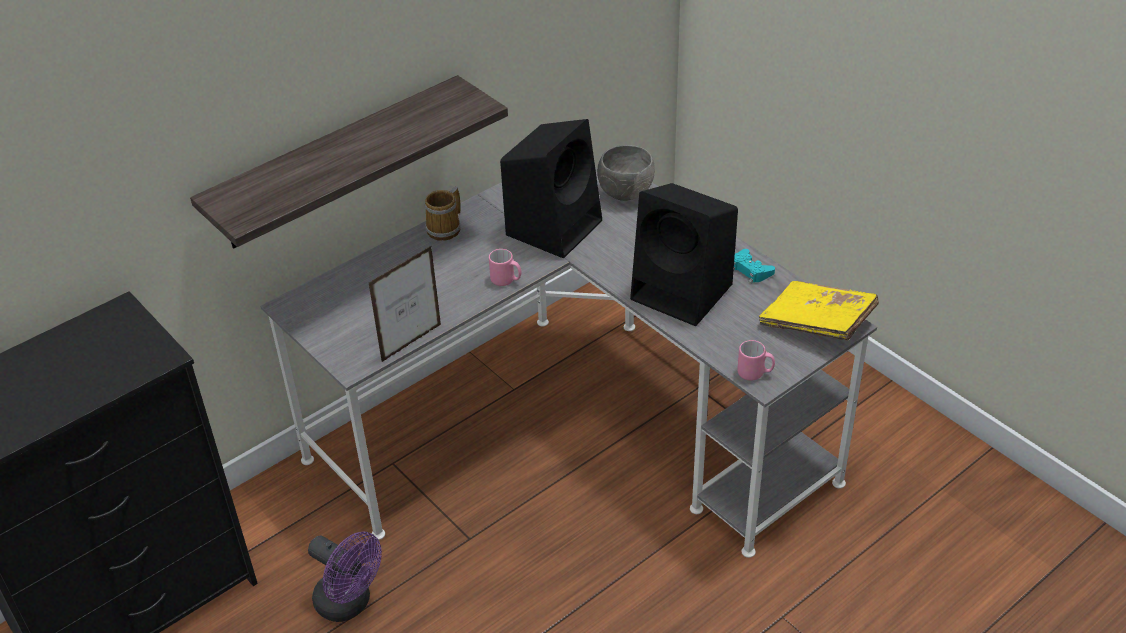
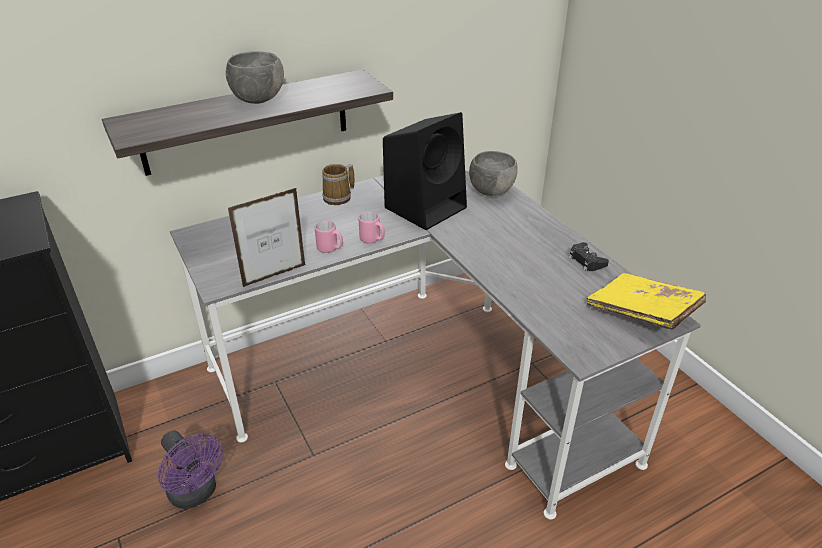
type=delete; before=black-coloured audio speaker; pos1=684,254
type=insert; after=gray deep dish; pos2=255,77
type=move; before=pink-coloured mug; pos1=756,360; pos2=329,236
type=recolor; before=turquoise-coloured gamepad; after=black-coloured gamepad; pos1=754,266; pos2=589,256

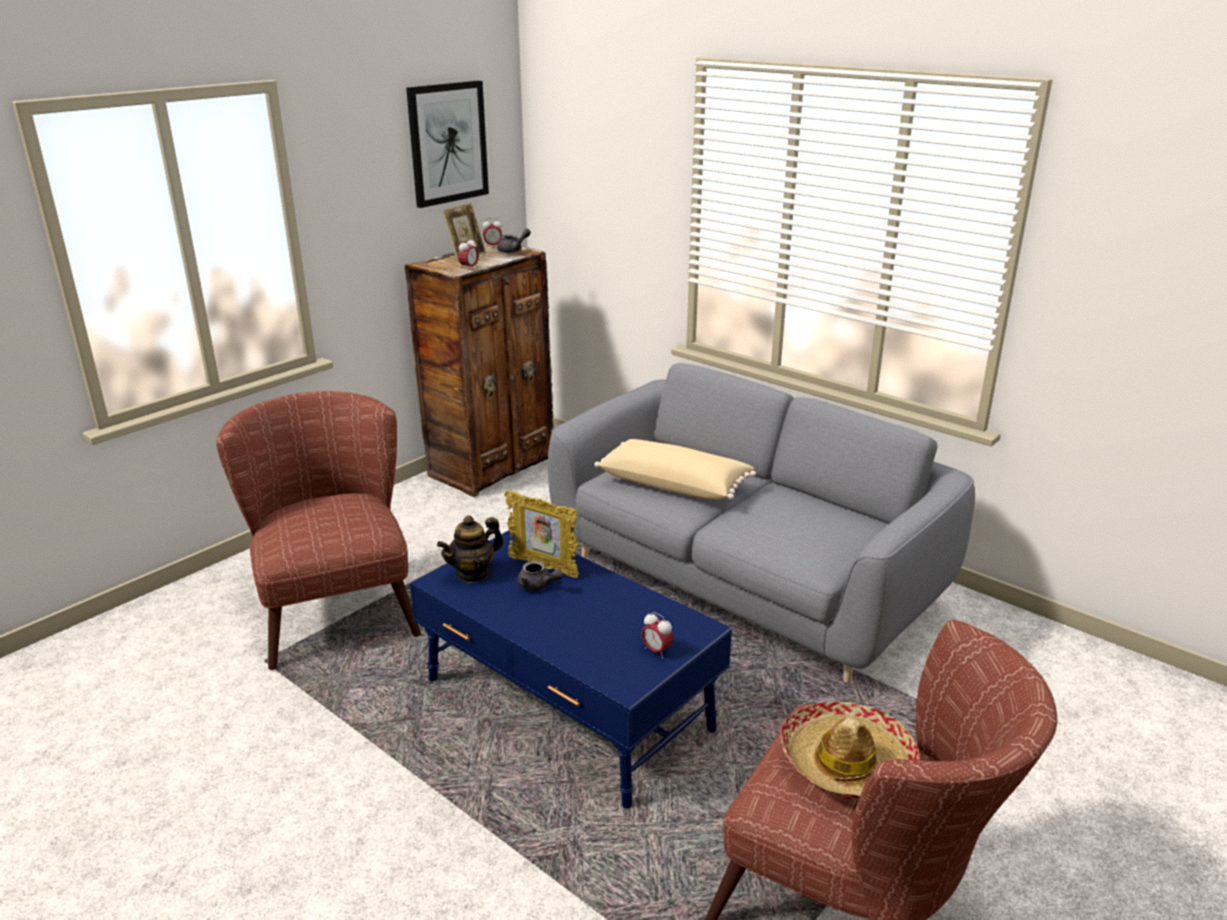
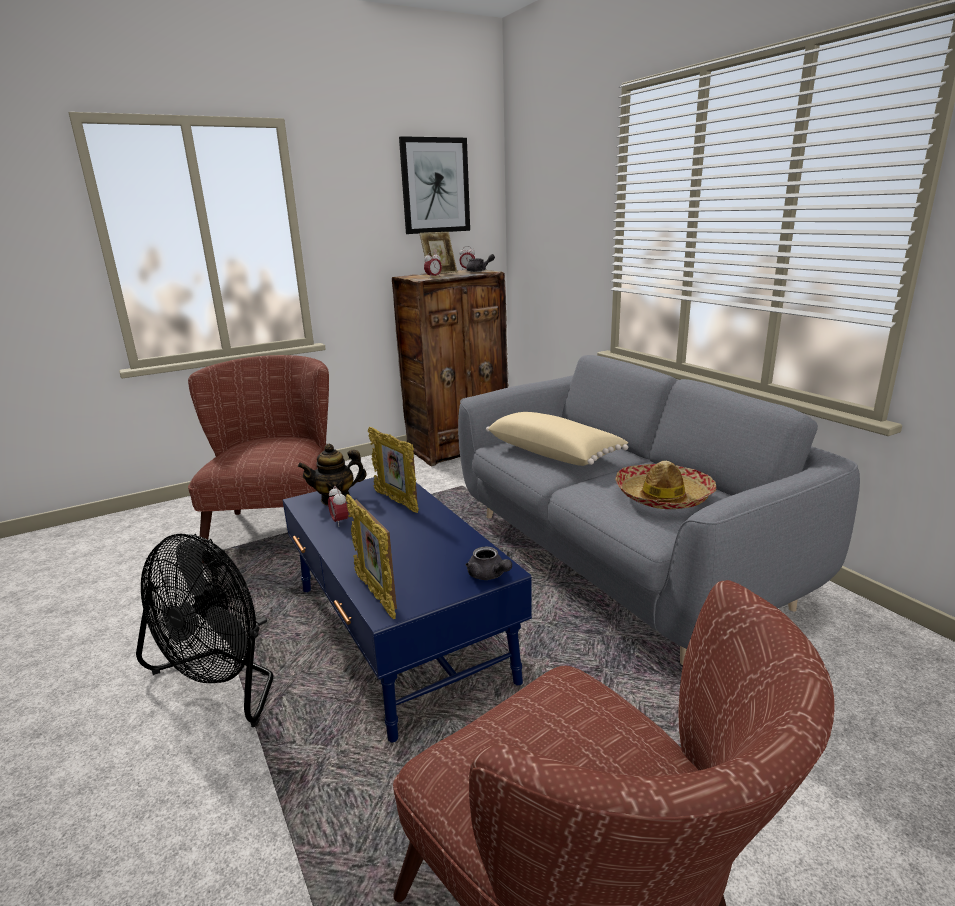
type=insert; after=black-coloured electric fan; pos2=204,630
type=insert; after=standing frame; pos2=371,556
type=move; before=gray teapot; pos1=540,576; pos2=489,563
type=move; before=bedside clock; pos1=657,635; pos2=338,506
type=move; before=clothing hat; pos1=850,751; pos2=666,485

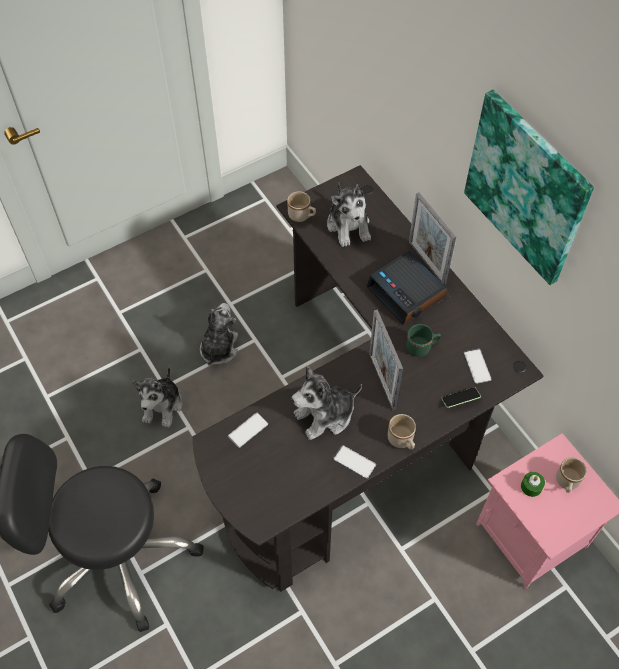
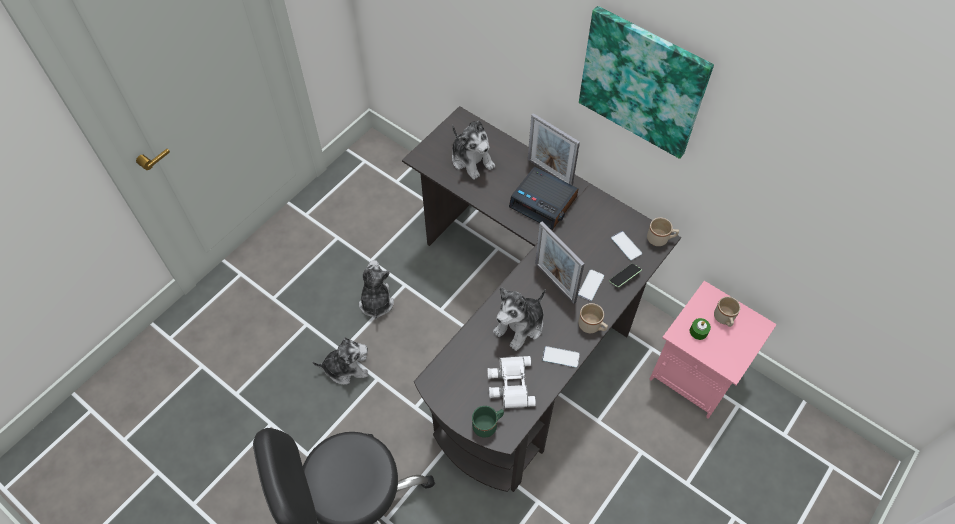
type=insert; after=white-coloured field glasses; pos2=511,382
type=move; before=telephone; pos1=248,430; pos2=591,285
type=move; before=beige mug; pos1=301,206; pos2=663,231
type=move; before=green-coloured mug; pos1=423,340; pos2=488,422
type=rotate; before=soft toy; pos1=157,397; pos2=340,361; turn=-90

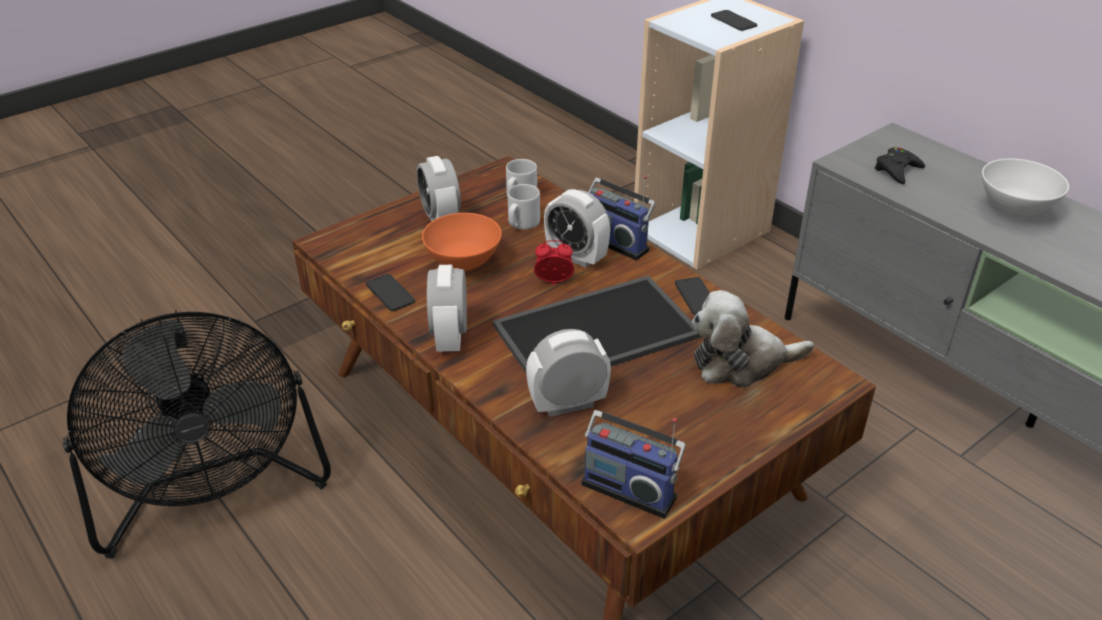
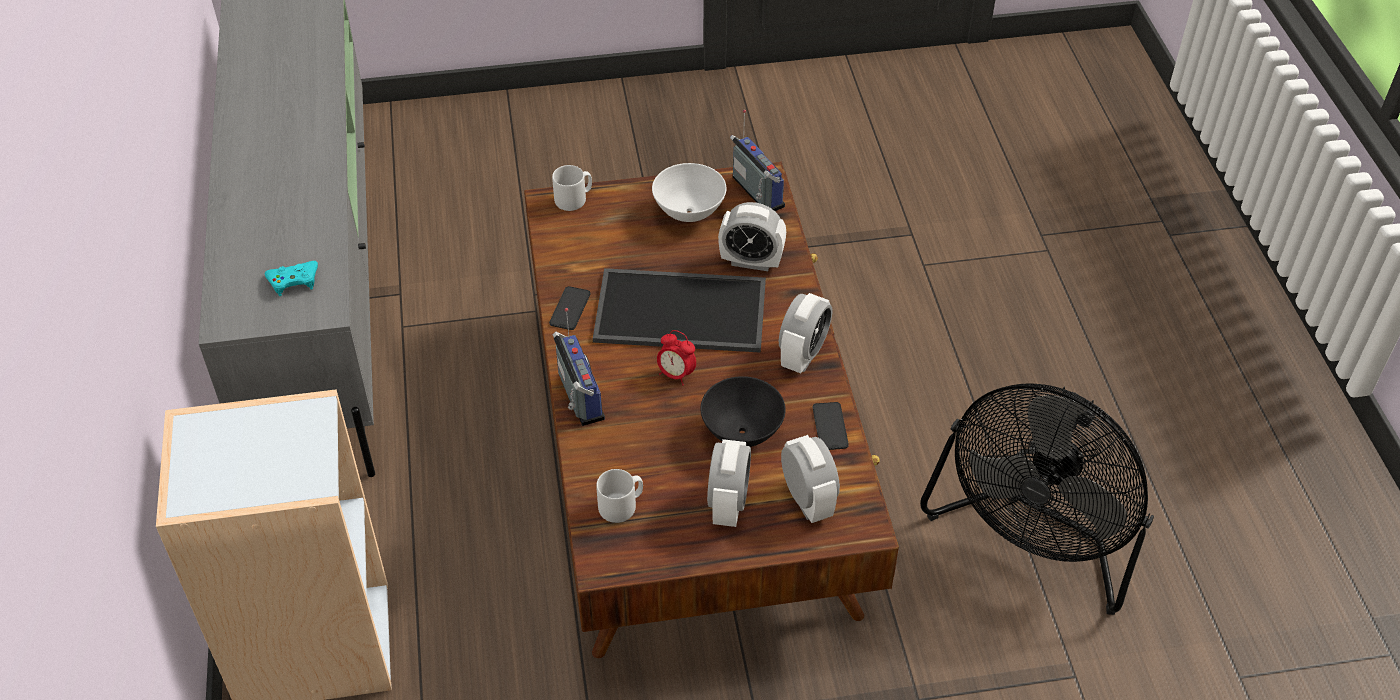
type=delete; before=soft toy; pos1=753,339
type=delete; before=telephone; pos1=734,20
type=move; before=gray mug; pos1=524,207; pos2=572,188
type=move; before=bedside clock; pos1=577,228; pos2=810,479
type=move; before=white-coloured deep dish; pos1=1025,188; pos2=689,192
type=recolor; before=orange deep dish; after=black-coloured deep dish; pos1=462,242; pos2=743,411
type=recolor; before=black-coloured gamepad; after=turquoise-coloured gamepad; pos1=899,165; pos2=291,278
type=rotate; before=black-coloured electric fan; pos1=197,434; pos2=1037,499; turn=-150

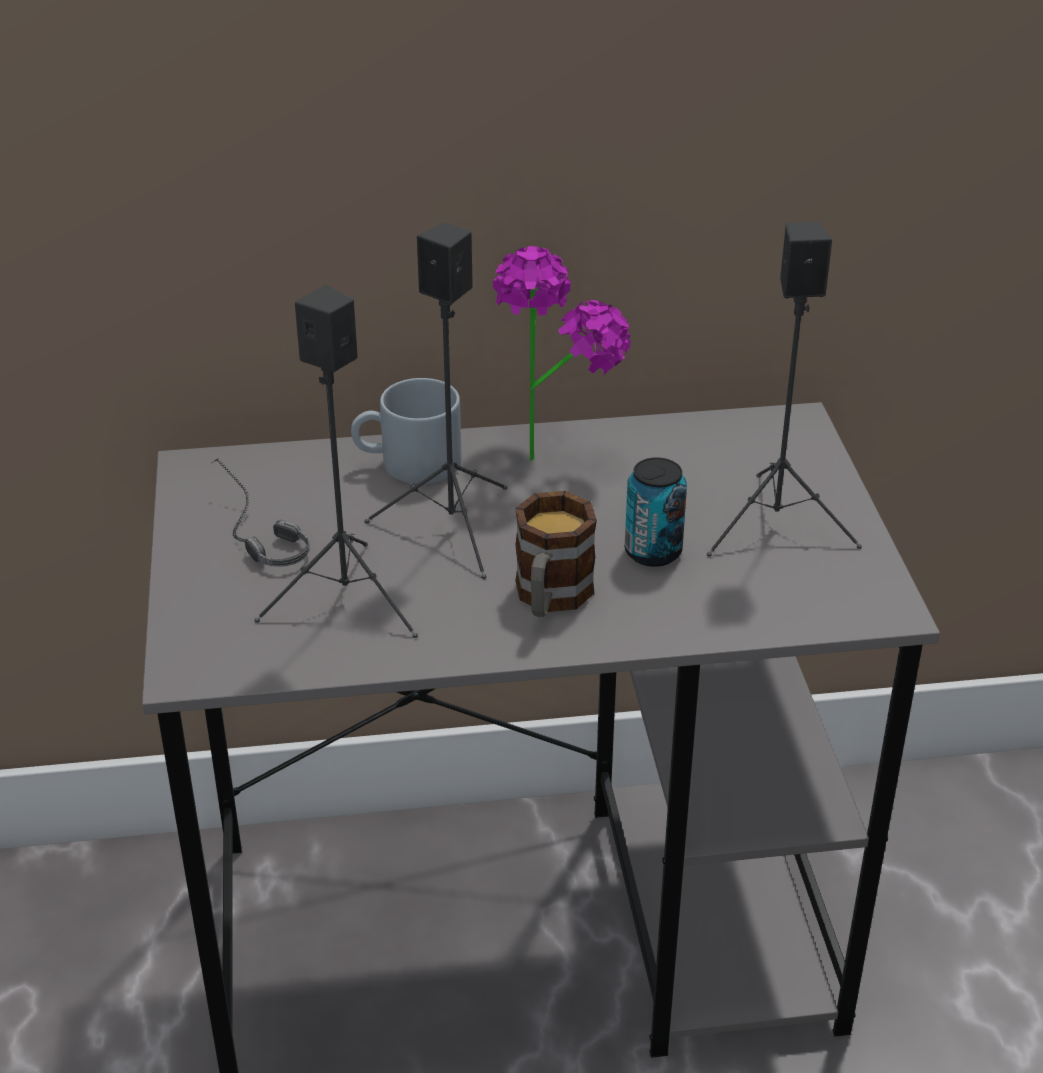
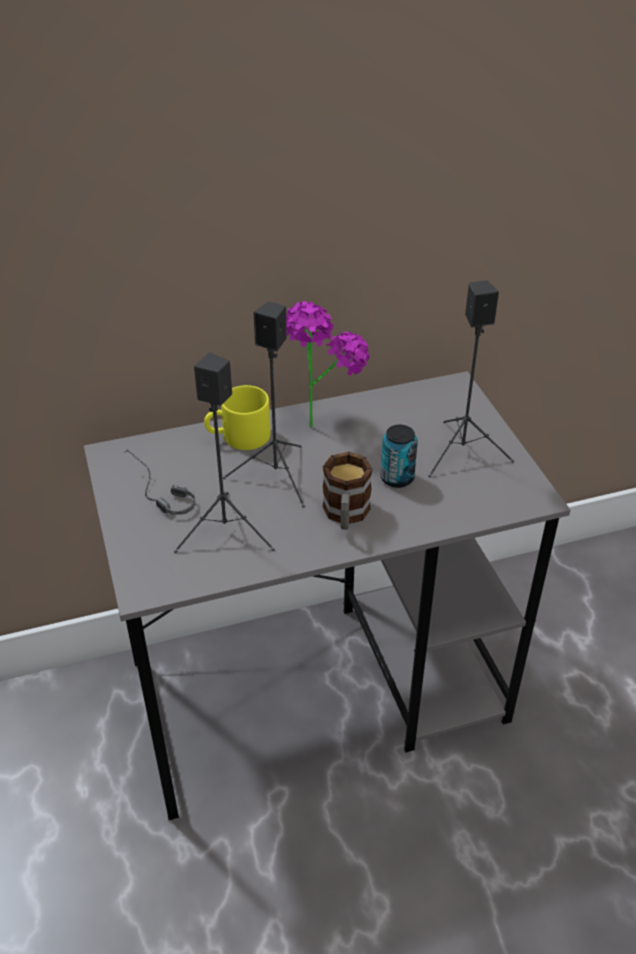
type=recolor; before=gray mug; after=yellow-coloured mug; pos1=406,431; pos2=237,417

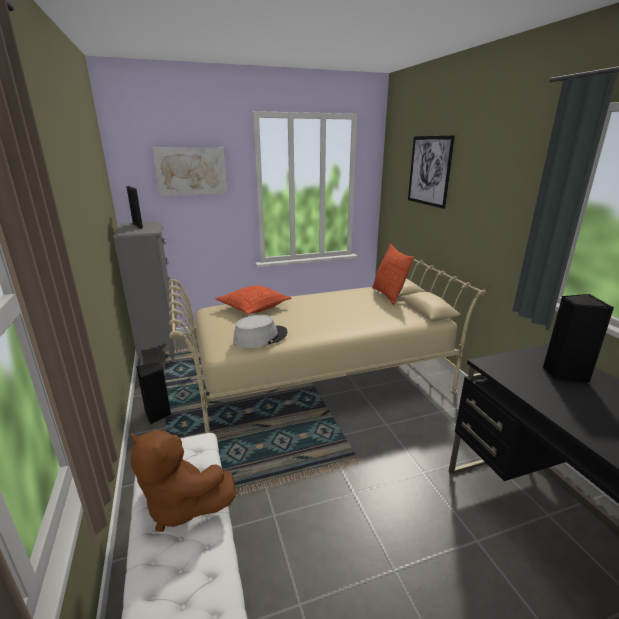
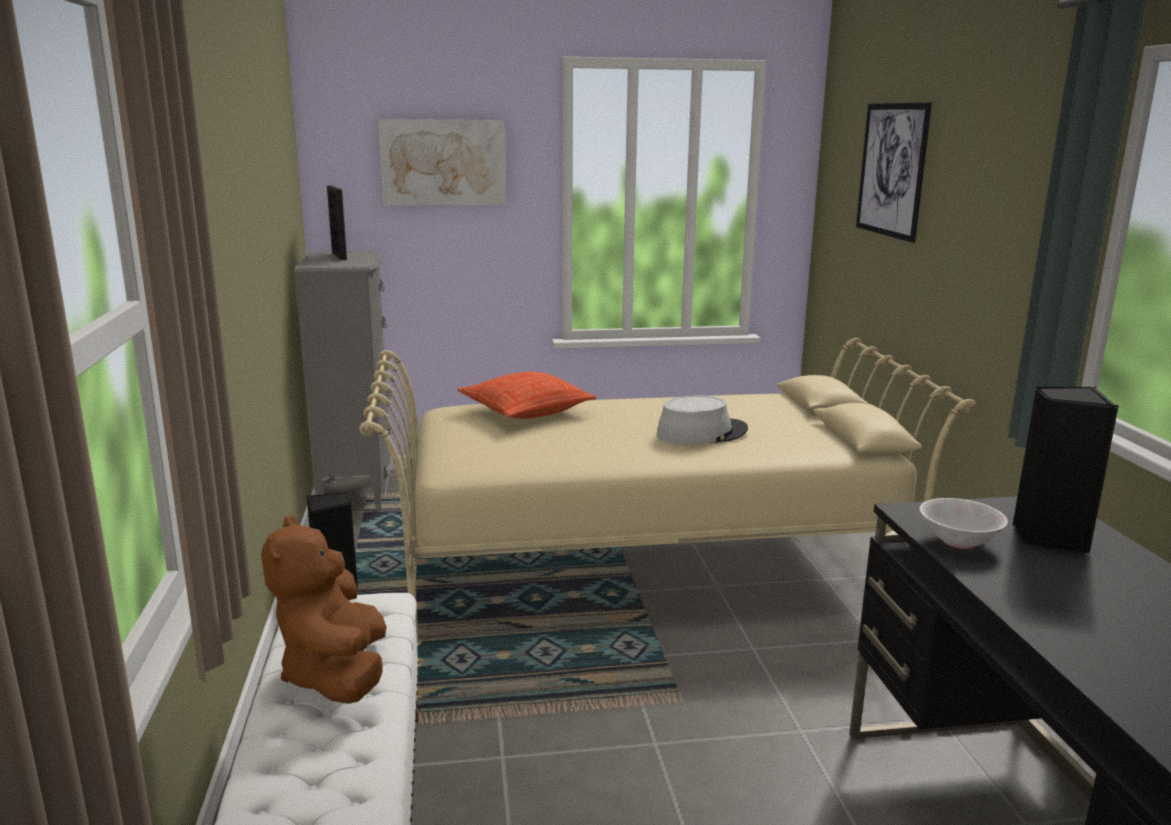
type=delete; before=orange throw pillow; pos1=393,274
type=insert; after=white-coloured deep dish; pos2=964,523
type=move; before=gray clothing hat; pos1=260,331; pos2=702,419
type=rotate; before=brown-coloured soft toy; pos1=183,481; pos2=324,609; turn=45

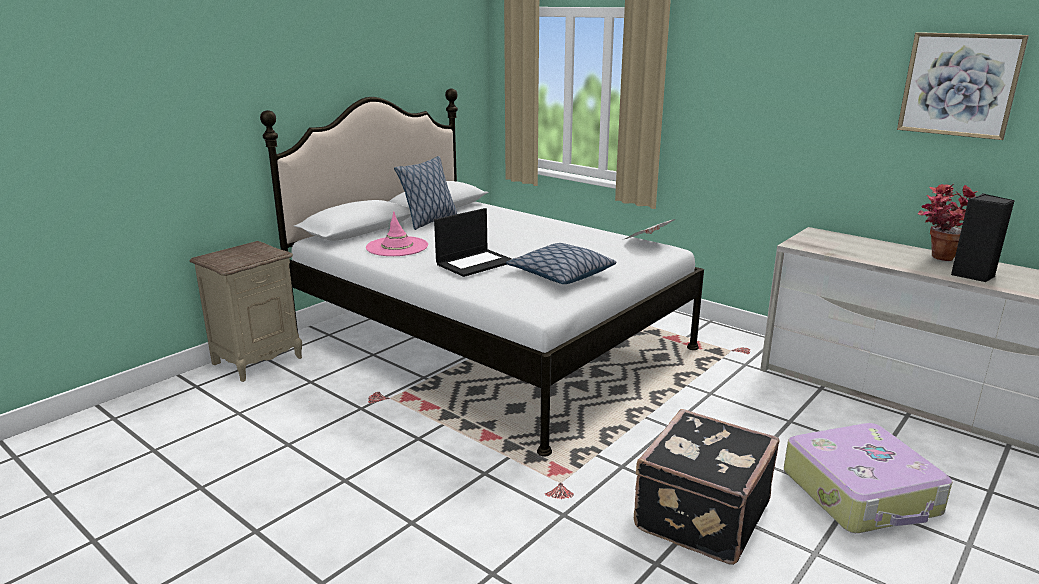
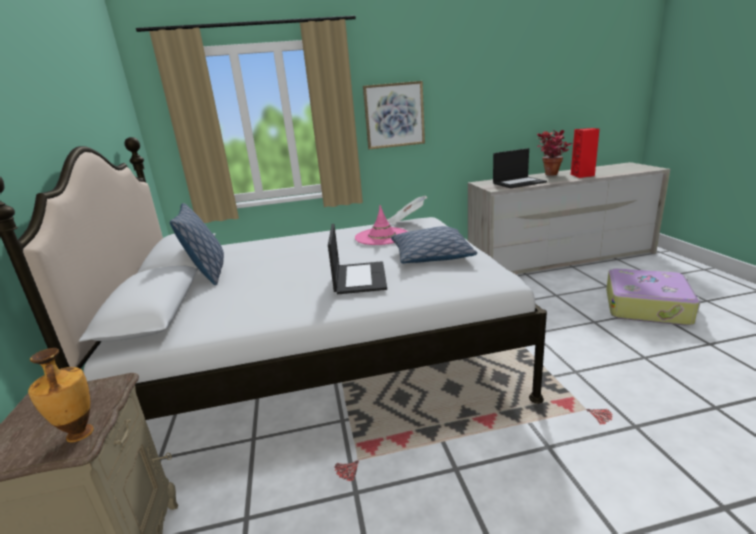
type=delete; before=black-coloured suitcase; pos1=706,487
type=insert; after=decorative vase; pos2=61,395
type=insert; after=laptop; pos2=520,168
type=move; before=pink-coloured clothing hat; pos1=397,233; pos2=381,225
type=move; before=wall art; pos1=963,86; pos2=394,115
type=recolor; before=black-coloured audio speaker; after=reddish audio speaker; pos1=983,237; pos2=585,153

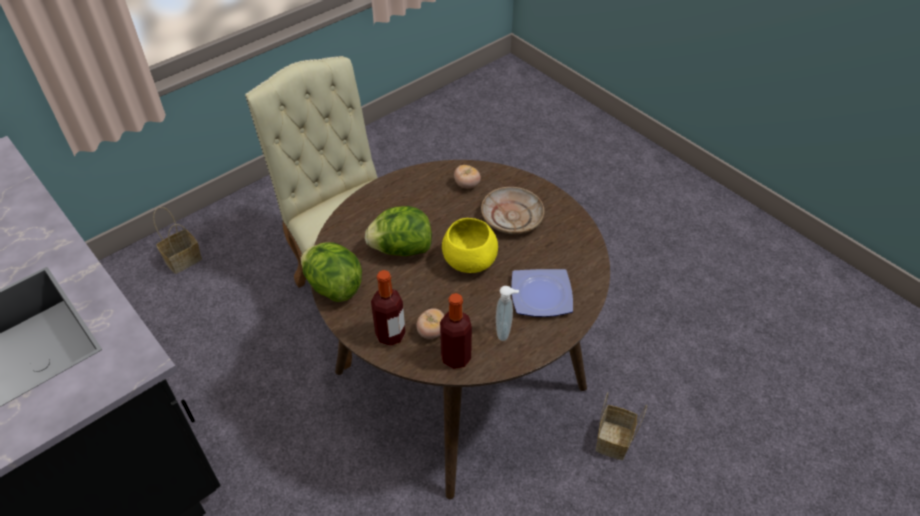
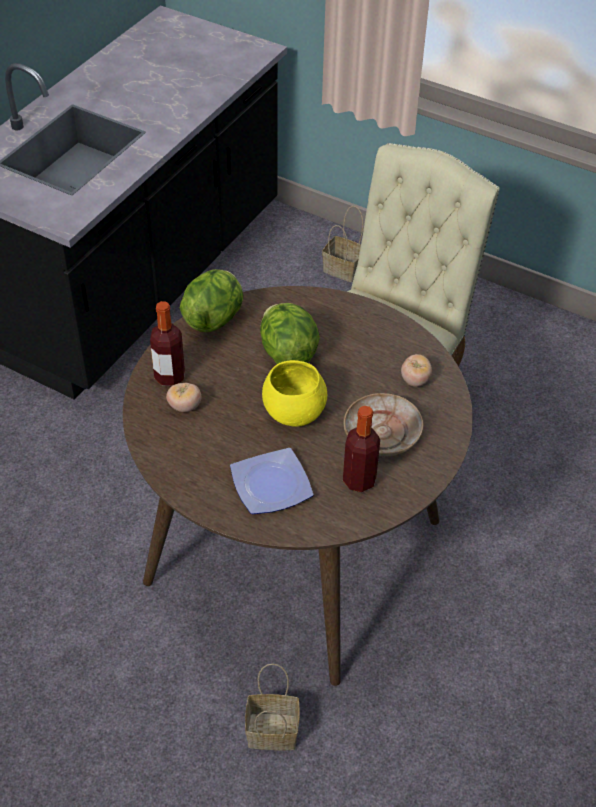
type=delete; before=liquid soap bottle; pos1=507,313
type=move; before=beverage bottle; pos1=456,331; pos2=361,449

